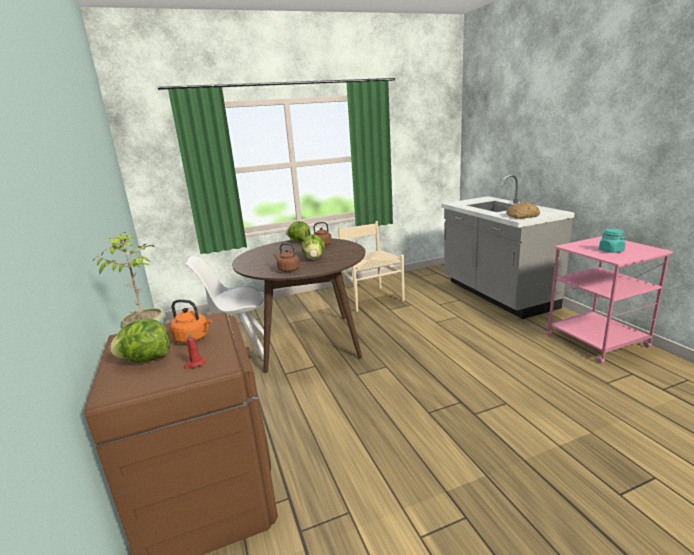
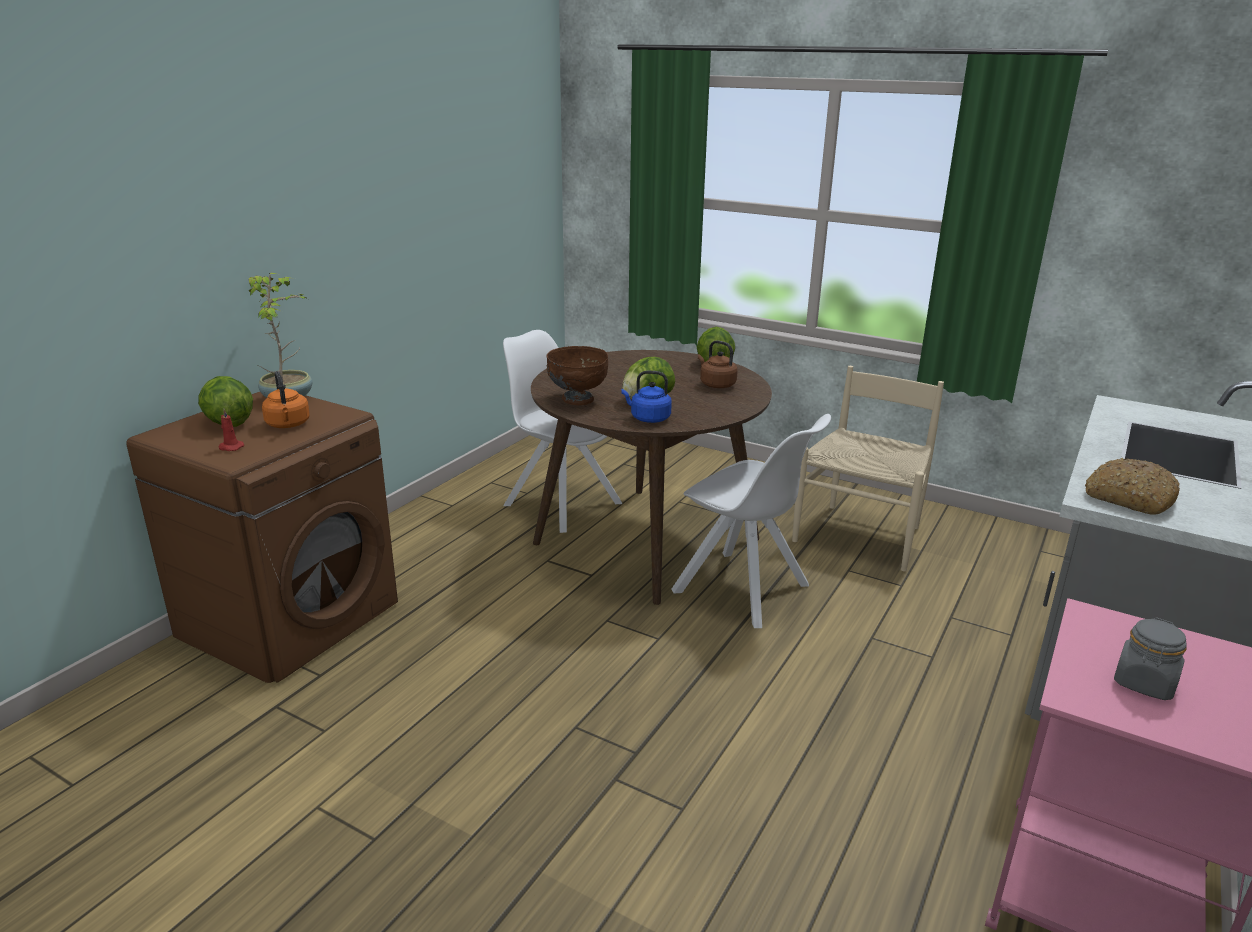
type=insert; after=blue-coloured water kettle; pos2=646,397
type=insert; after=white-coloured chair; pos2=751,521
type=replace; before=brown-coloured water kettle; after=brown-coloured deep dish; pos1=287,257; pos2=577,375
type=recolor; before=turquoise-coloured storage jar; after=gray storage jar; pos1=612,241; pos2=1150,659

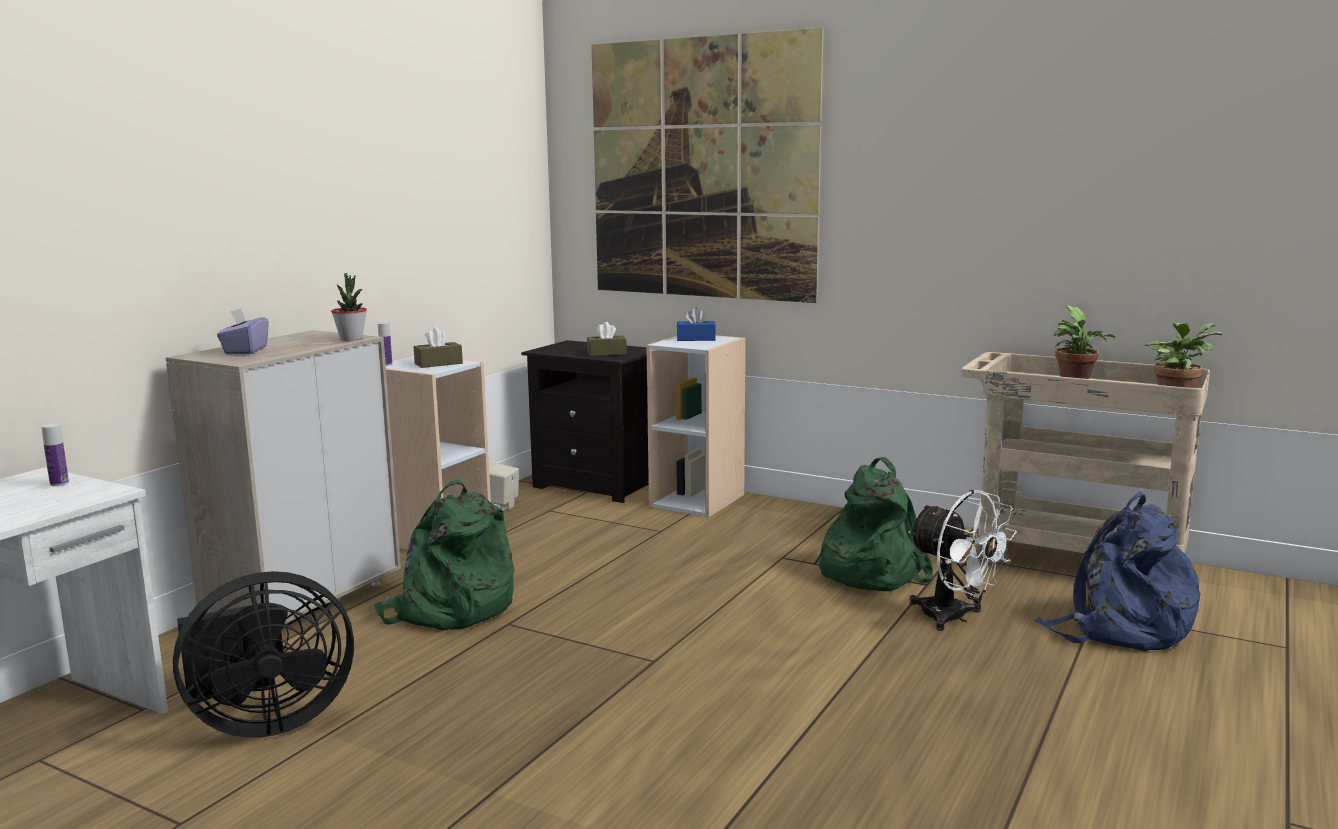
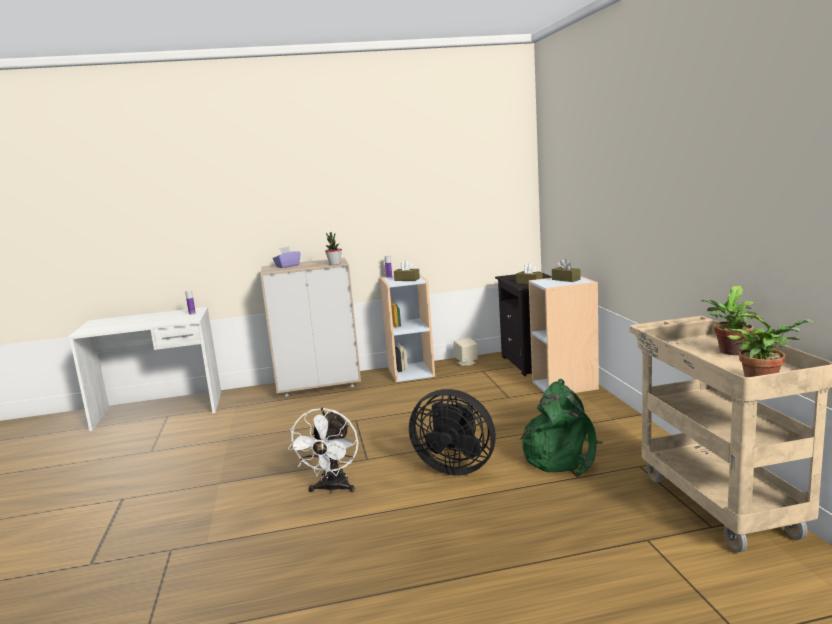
type=delete; before=green-coloured backpack; pos1=444,555
type=delete; before=wall art; pos1=707,165
type=delete; before=blue-coloured backpack; pos1=1117,571
type=move; before=black-coloured electric fan; pos1=263,654; pos2=452,432
type=move; before=white-coloured electric fan; pos1=962,560; pos2=323,451
type=recolor; before=blue-coloured tissue holder; after=brown-coloured tissue holder; pos1=696,324; pos2=566,270

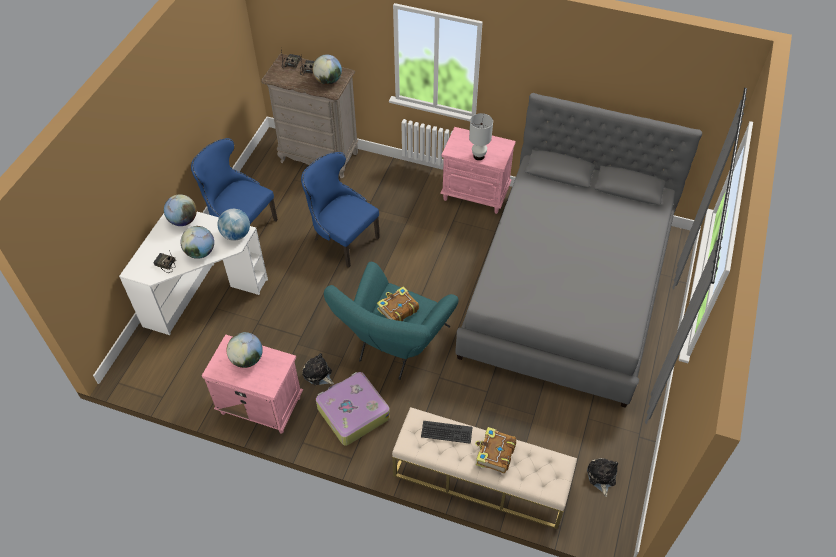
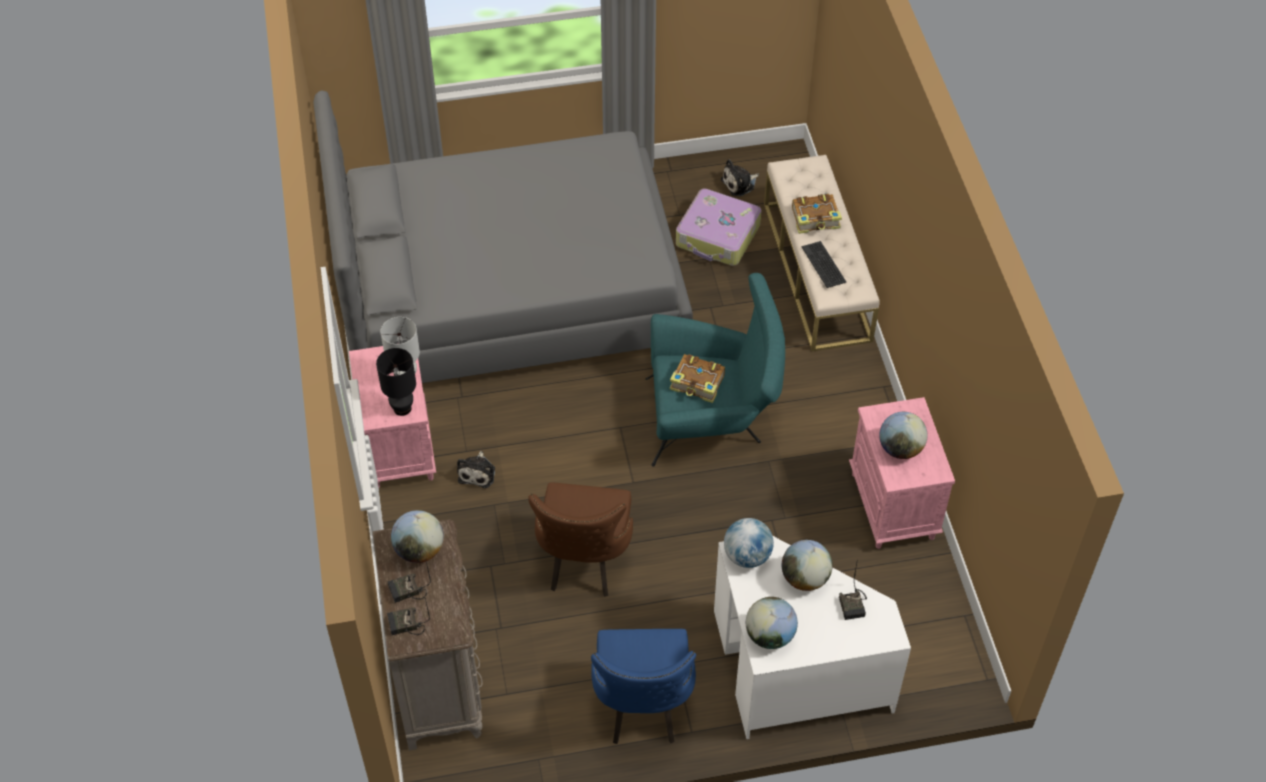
type=insert; after=black-coloured lamp for a table; pos2=396,382
type=move; before=soft toy; pos1=318,369; pos2=476,469
type=move; before=suitcase; pos1=353,408; pos2=719,227
type=recolor; before=blue-coloured chair; after=brown-coloured chair; pos1=340,209; pos2=580,539

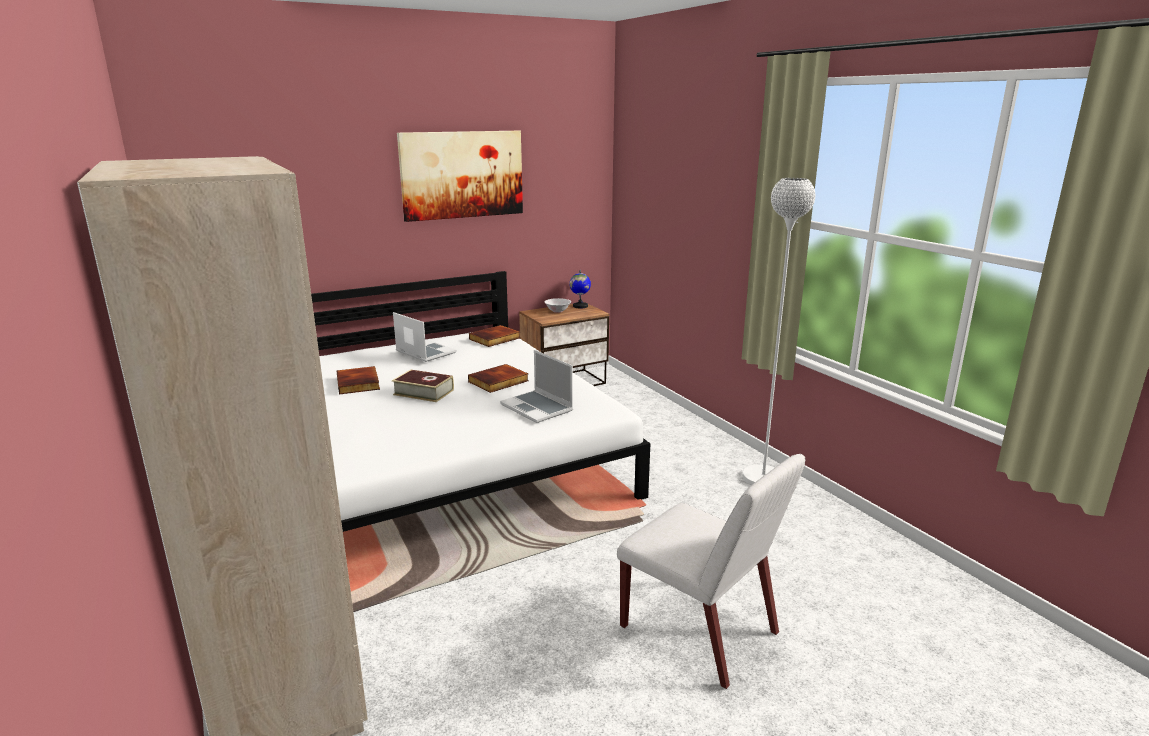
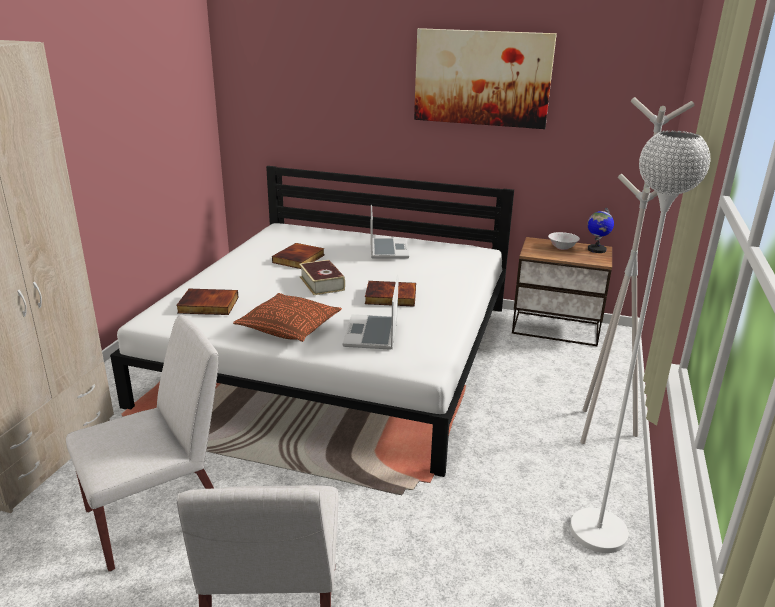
type=insert; after=white-coloured chair; pos2=142,443
type=insert; after=brown-coloured throw pillow; pos2=287,317
type=insert; after=gray garment stand; pos2=637,270
type=move; before=bound book; pos1=494,336; pos2=207,302

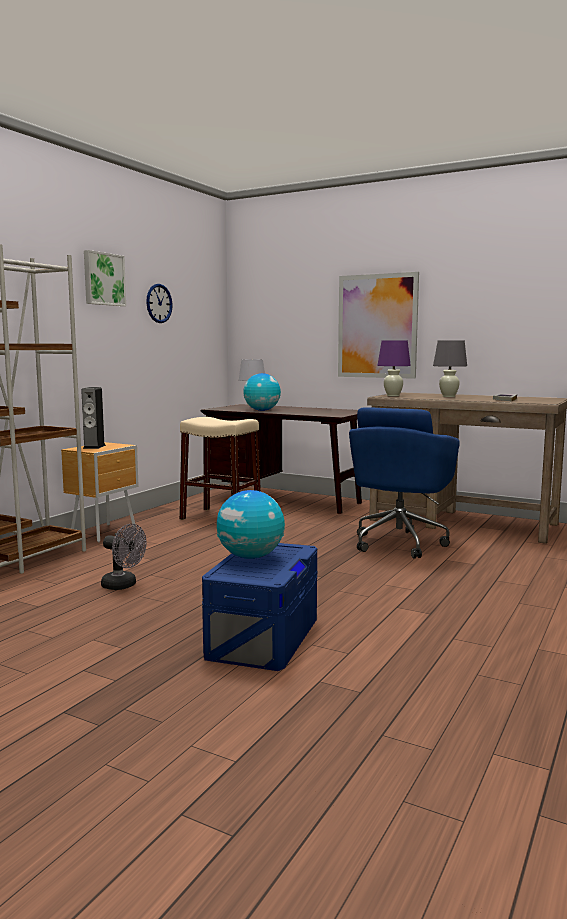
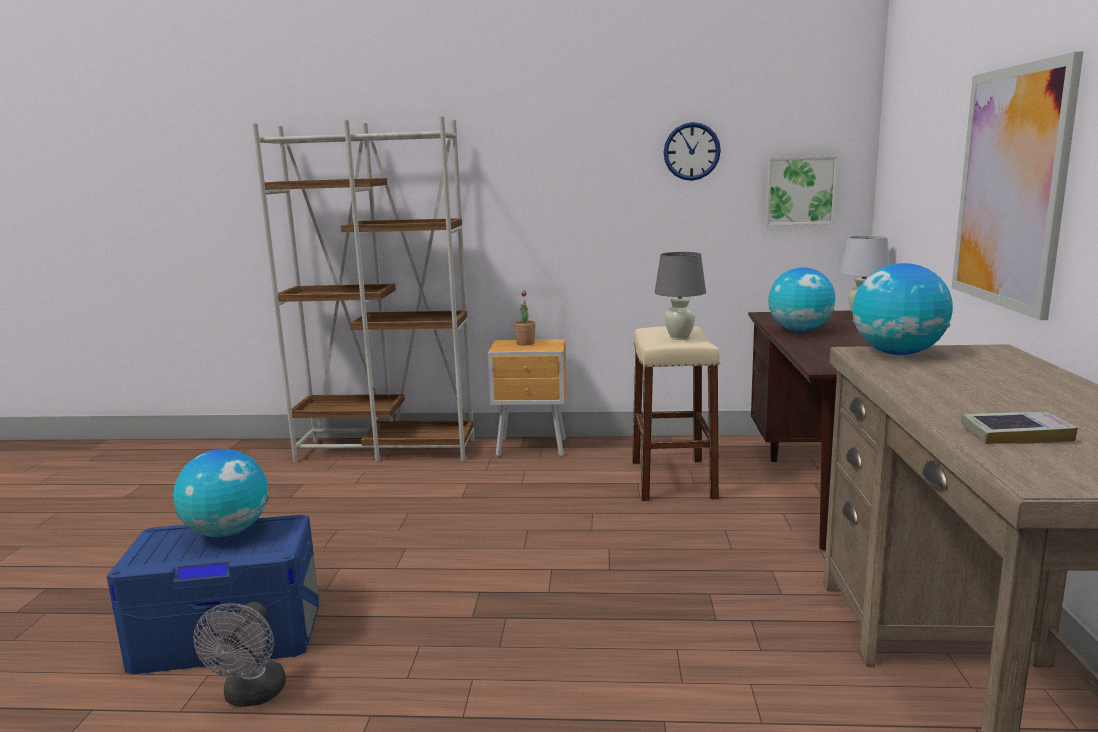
type=delete; before=blue-coloured office chair; pos1=404,482
type=move; before=wall art; pos1=105,278; pos2=801,191
type=move; before=gray electric fan; pos1=123,557; pos2=239,654
type=move; before=gray lamp for a table; pos1=450,368; pos2=680,296
type=replace; before=audio speaker; after=potted plant; pos1=93,418; pos2=525,318
type=replace; before=purple-coloured lamp for a table; after=desk globe; pos1=394,368; pos2=902,309

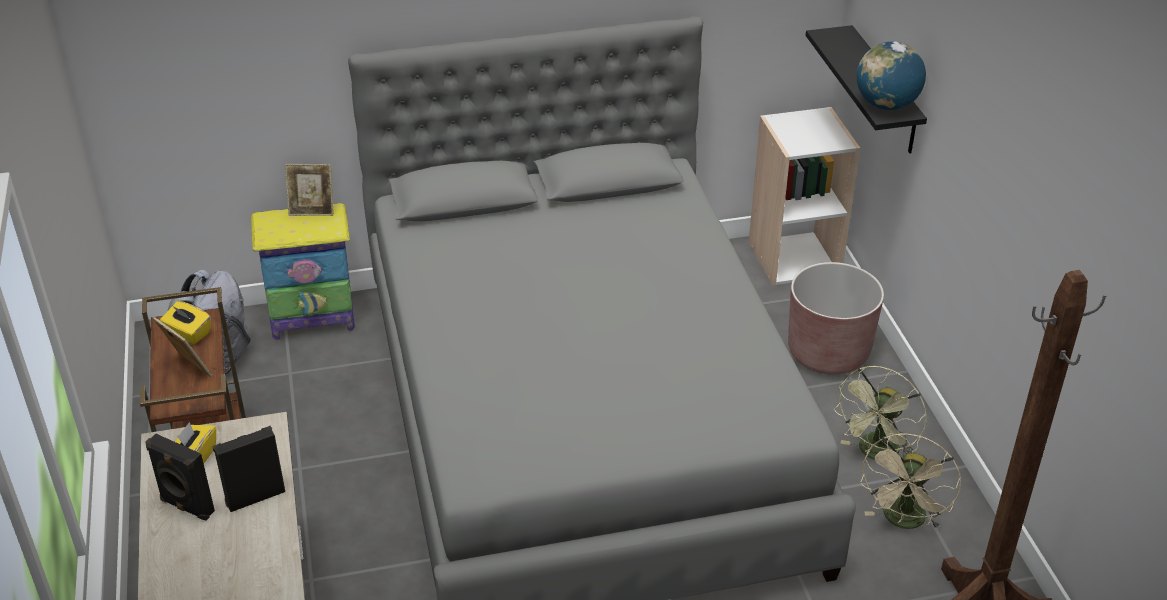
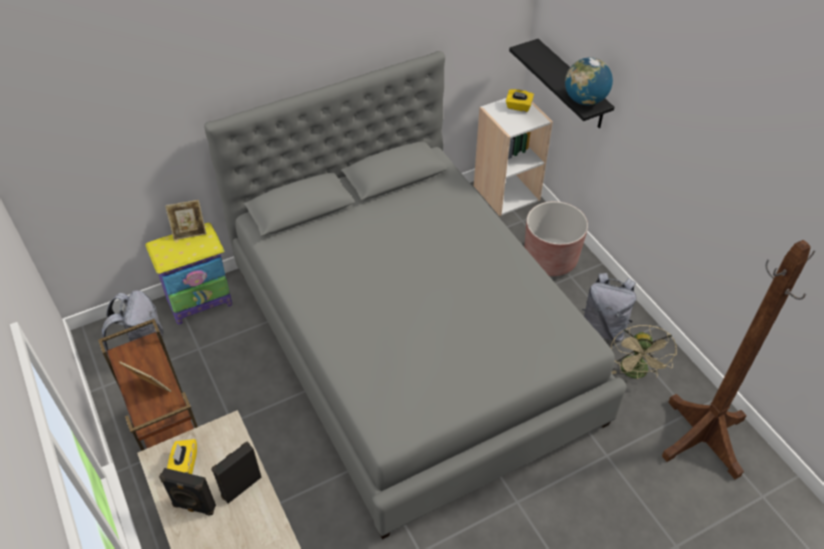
type=move; before=yellow-coloured tissue holder; pos1=185,322; pos2=520,100
type=replace; before=green-coloured electric fan; after=gray backpack; pos1=880,413; pos2=609,307

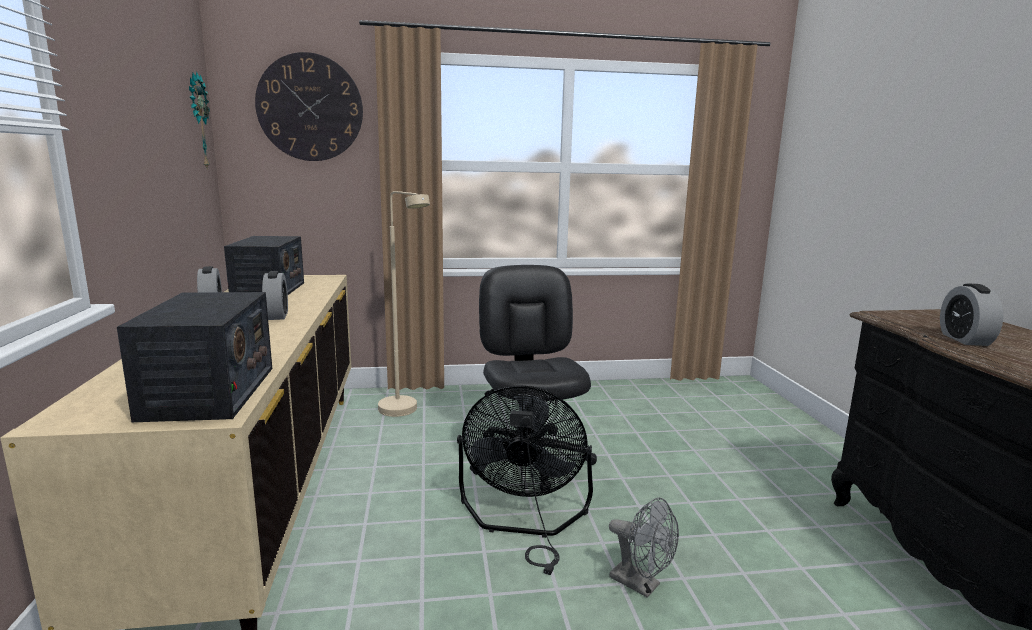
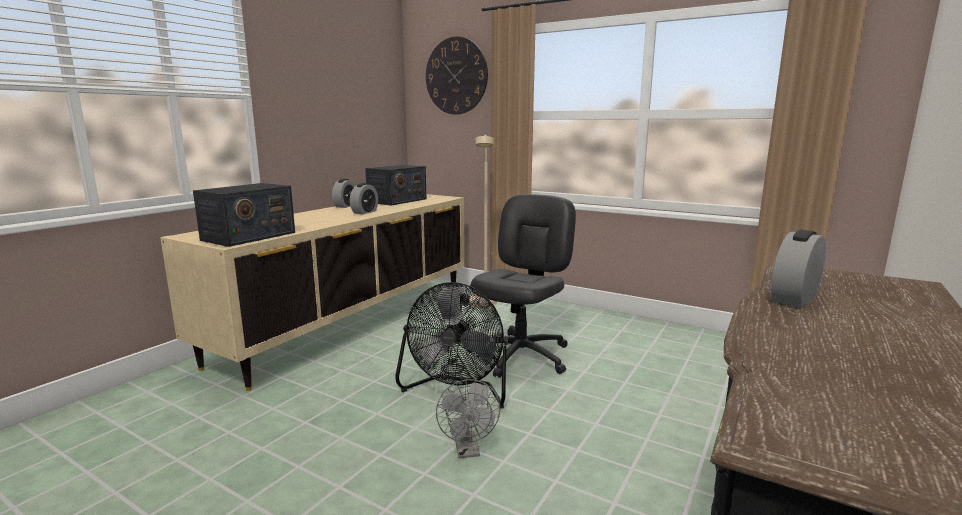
type=delete; before=wall clock; pos1=199,119
type=rotate; before=black-coloured electric fan; pos1=525,480; pos2=451,345; turn=150

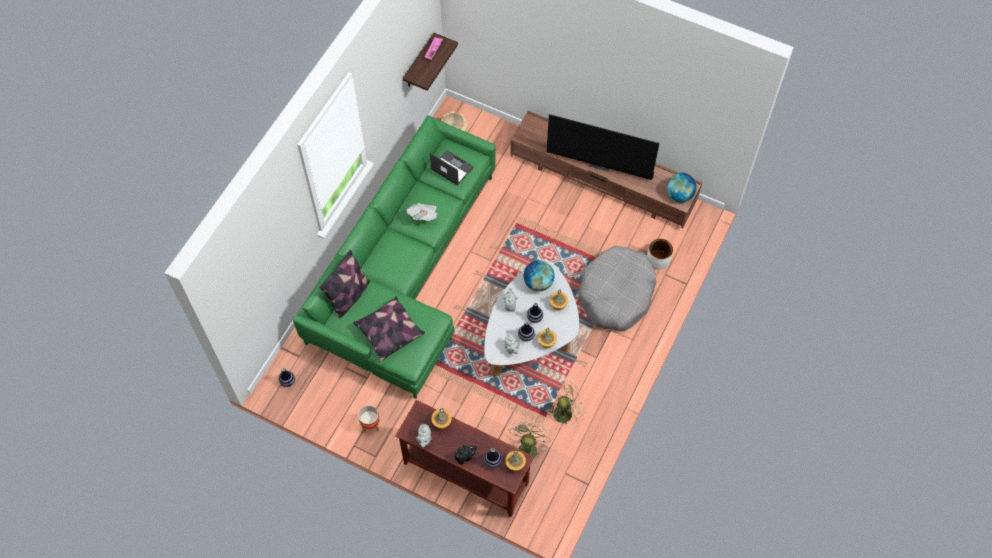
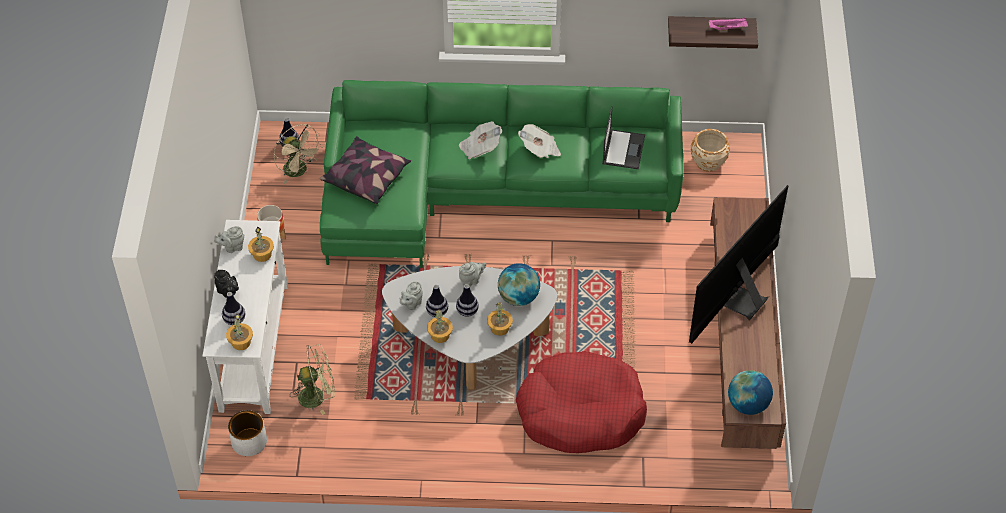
type=delete; before=throw pillow; pos1=344,284
type=insert; after=daily paper; pos2=480,140
type=move; before=beige electric fan; pos1=566,402; pos2=298,154
type=move; before=white-coloured plant pot; pos1=660,254; pos2=247,433
type=recolor; before=brown-coloured hall table; after=white-coloured hall table; pos1=464,458; pos2=245,317
type=recolor; before=gray dog cushion; after=reddish dog cushion; pos1=617,288; pos2=581,402
type=rotate; before=TV; pos1=602,147; pos2=738,264; turn=45

